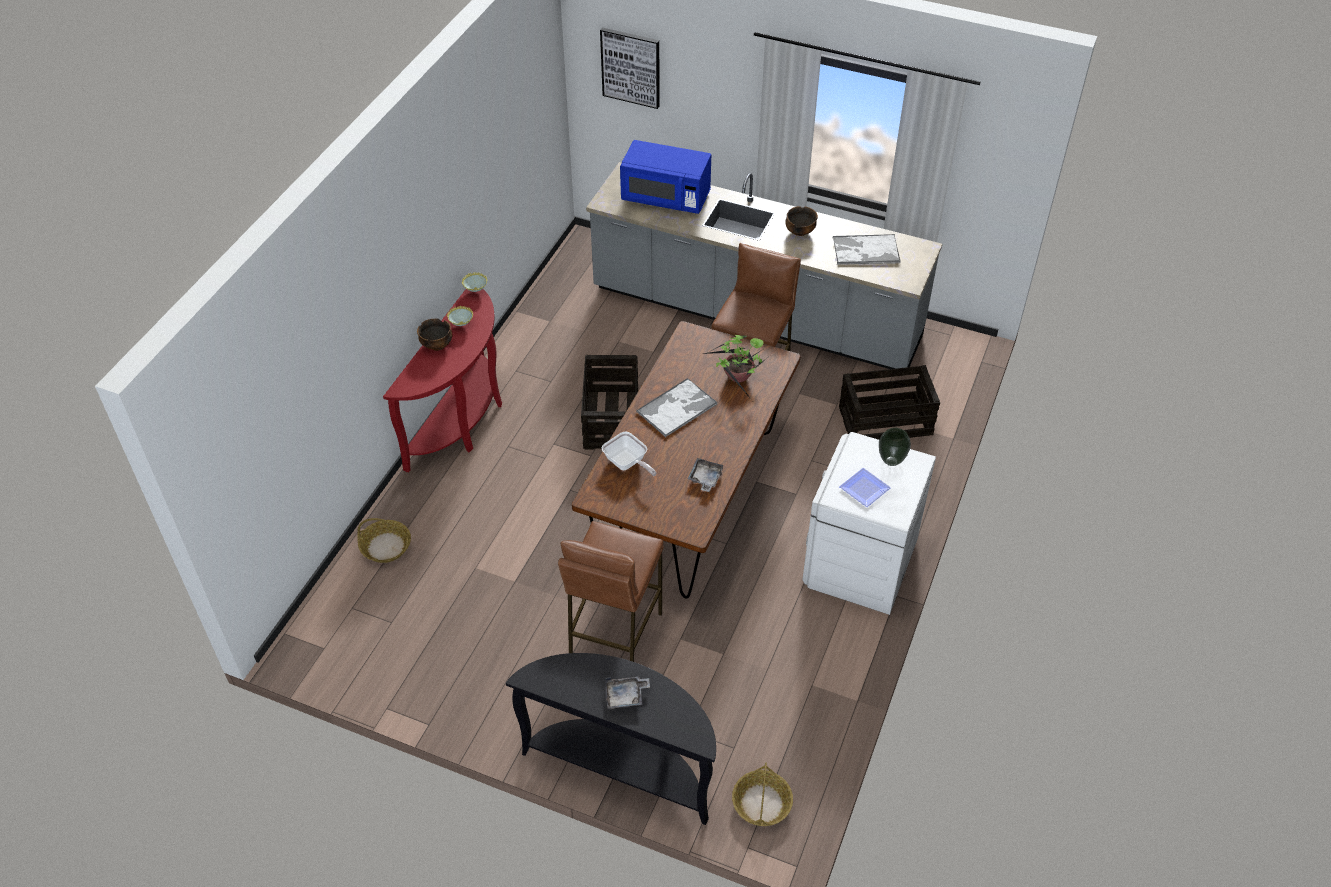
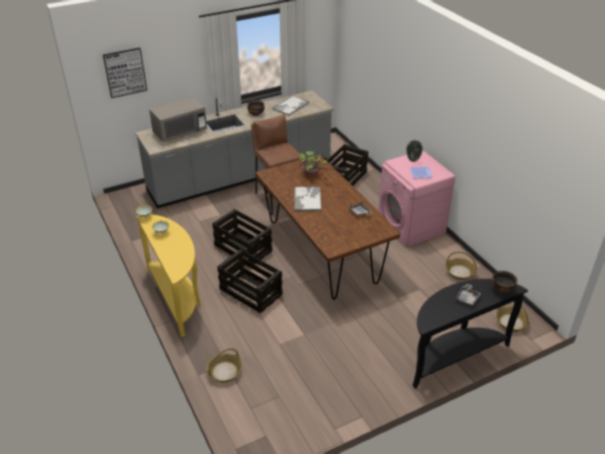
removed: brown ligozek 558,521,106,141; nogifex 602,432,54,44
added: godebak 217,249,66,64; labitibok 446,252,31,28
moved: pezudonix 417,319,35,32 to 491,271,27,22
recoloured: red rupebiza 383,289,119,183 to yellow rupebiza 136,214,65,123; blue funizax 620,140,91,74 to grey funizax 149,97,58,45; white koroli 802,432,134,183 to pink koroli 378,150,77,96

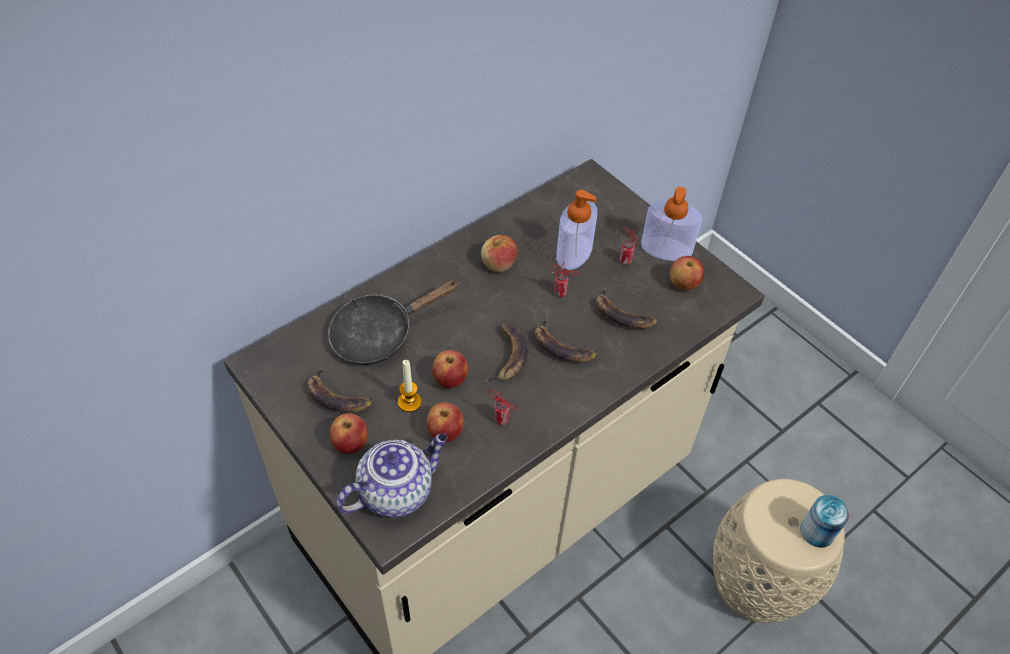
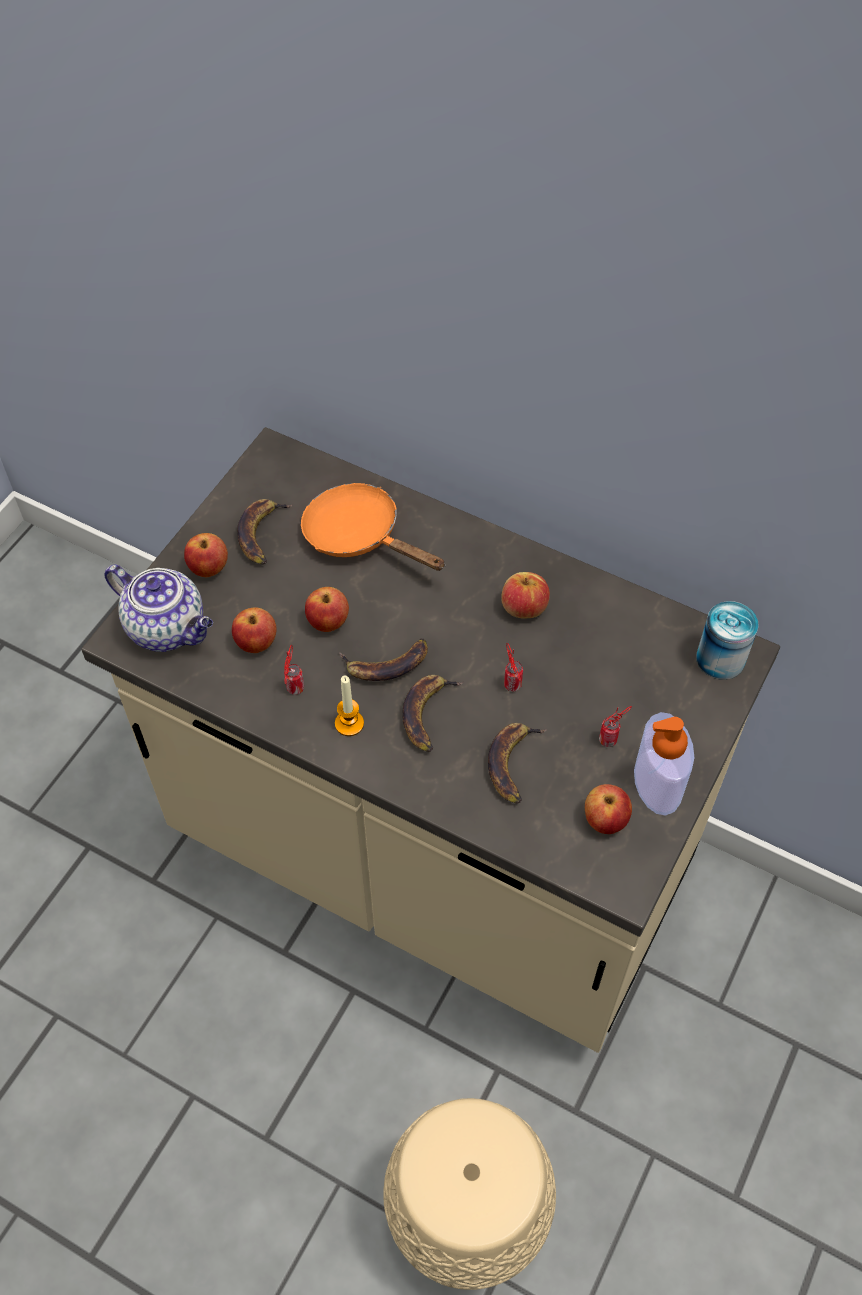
removed: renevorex 556,190,41,80
moved: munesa 398,360,24,52 to 335,675,29,61; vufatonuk 800,495,50,53 to 696,601,63,79
recoloured: black nogifex 328,280,132,85 to orange nogifex 301,483,145,88

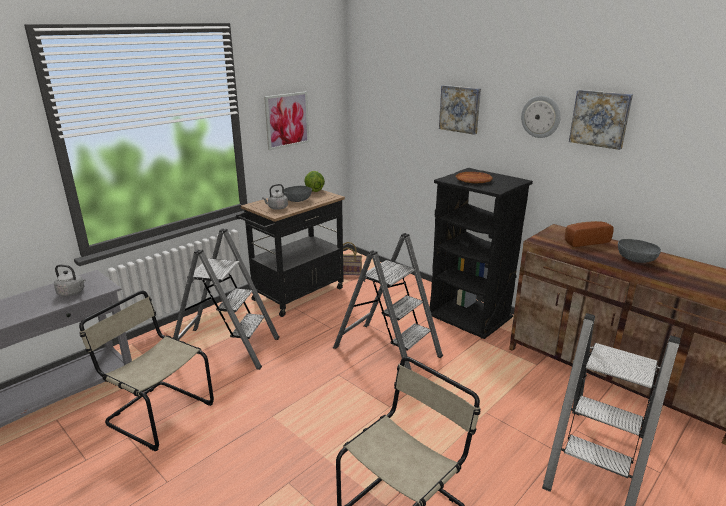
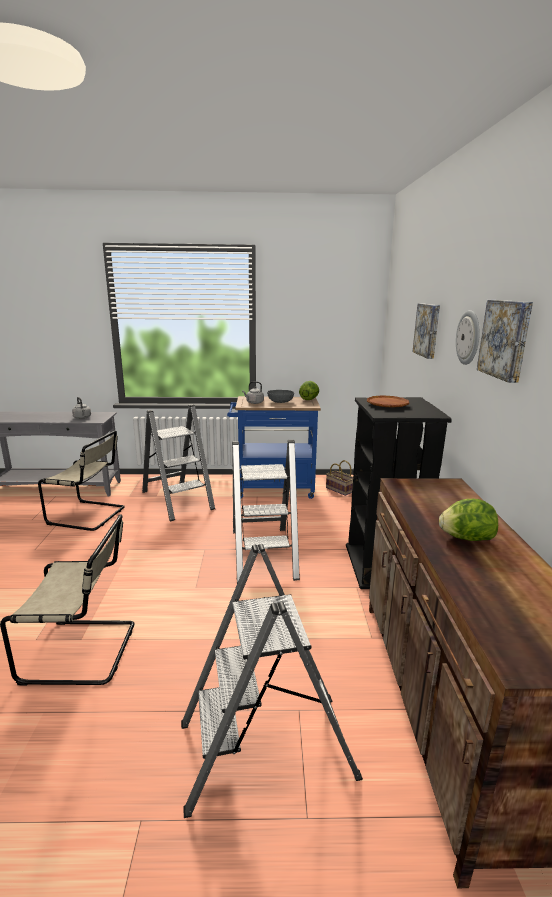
removed: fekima 264,92,45,58; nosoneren 565,221,49,26
replaced: grey pezudonix 618,239,43,24 to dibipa 439,499,59,42
recoloured: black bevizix 236,190,109,127 to blue bevizix 227,396,94,103
turned: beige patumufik 79,291,135,160 = 38,431,87,100 120 degrees clockwise

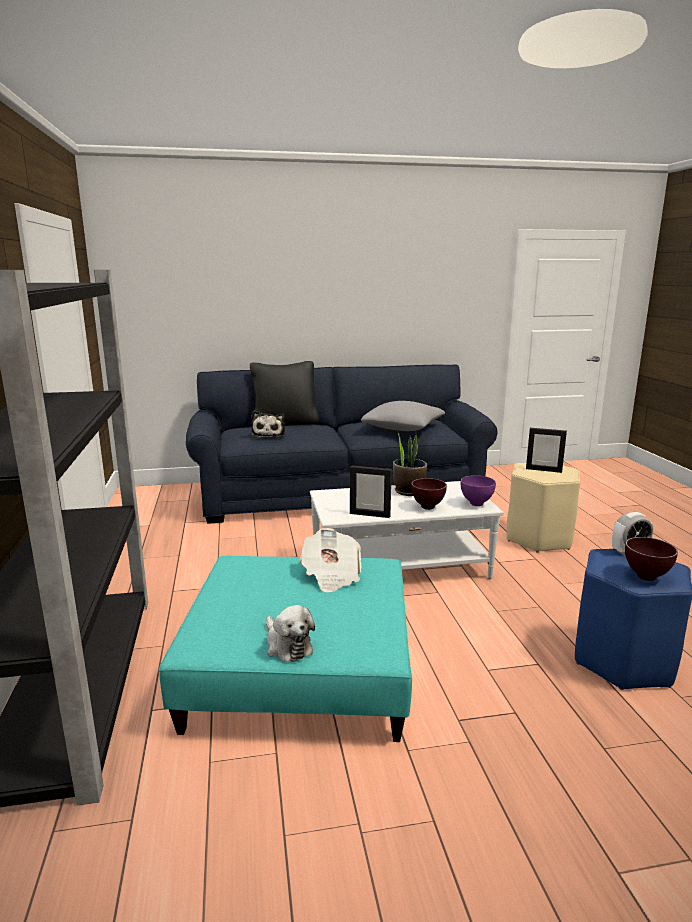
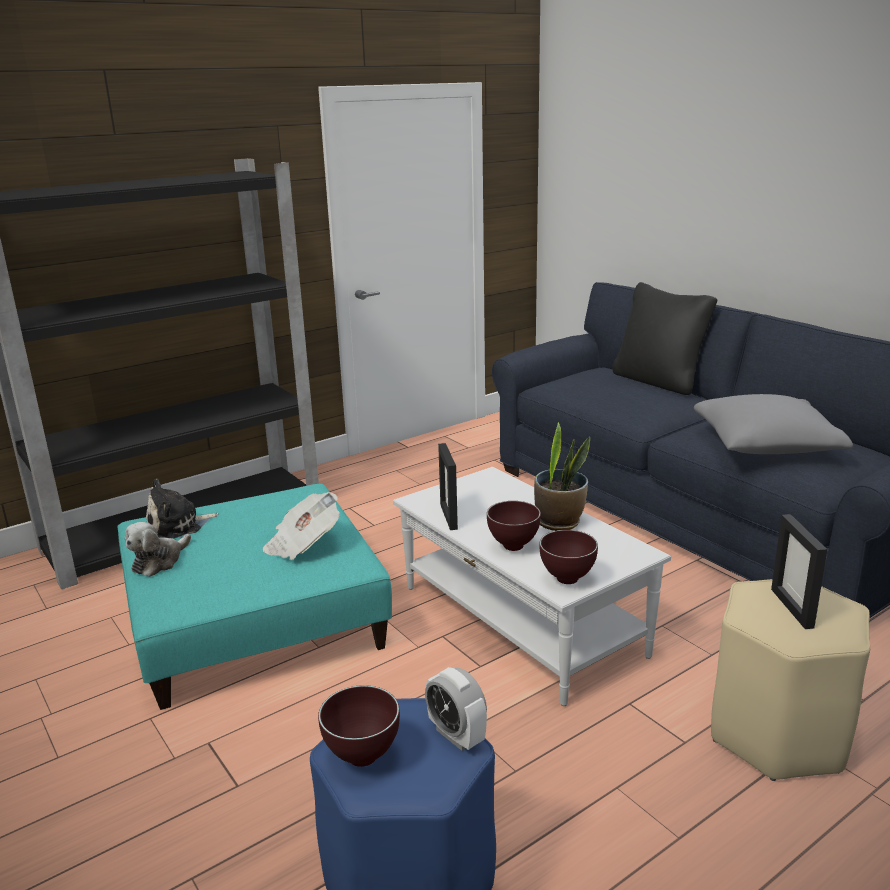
moved: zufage 251,410,34,28 to 146,479,73,60
recoloured: purple pezudonix 461,475,35,31 to brown pezudonix 539,530,59,54

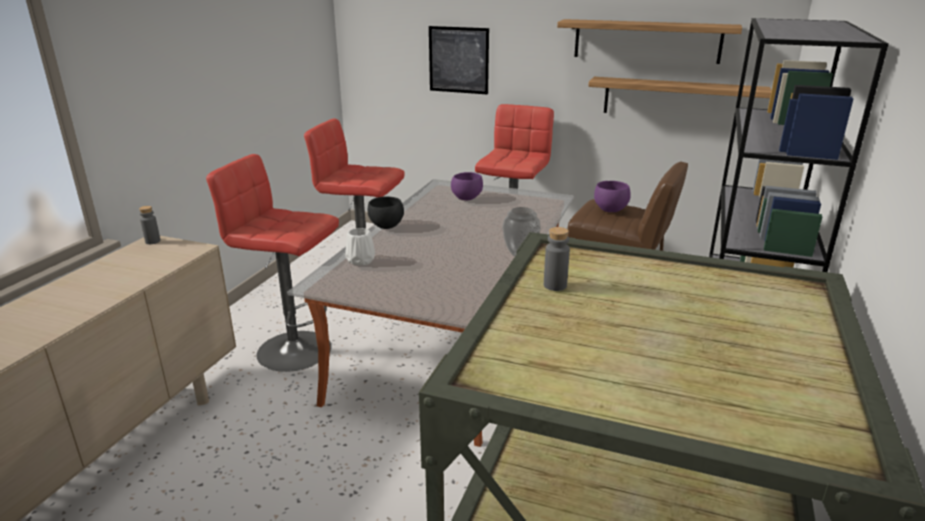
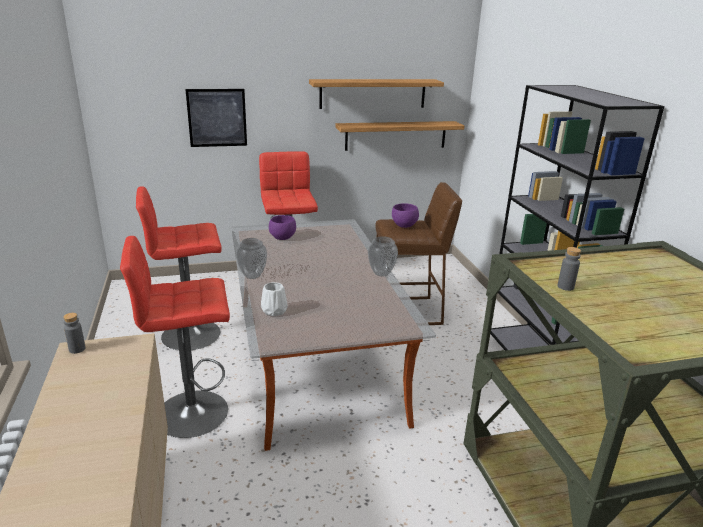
replaced: black pezudonix 368,197,36,32 to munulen 236,238,31,41

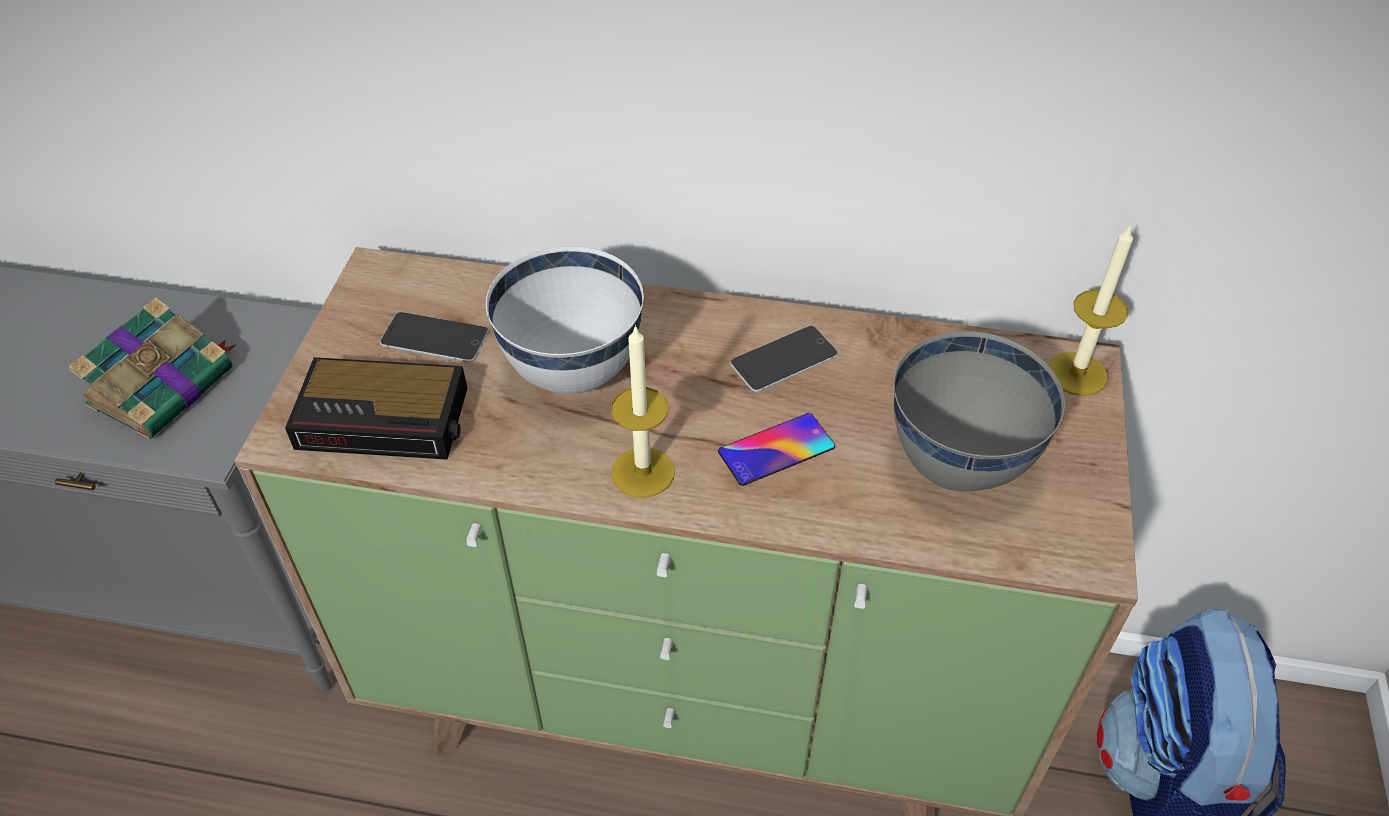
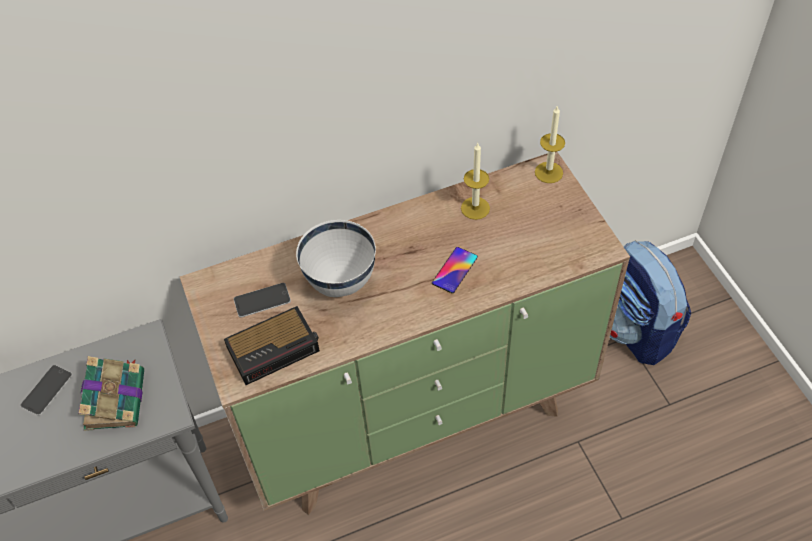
removed: grey pezudonix 893,331,172,160
moved: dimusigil 730,326,108,66 to 20,365,53,51; munesa 611,325,64,173 to 461,143,29,77

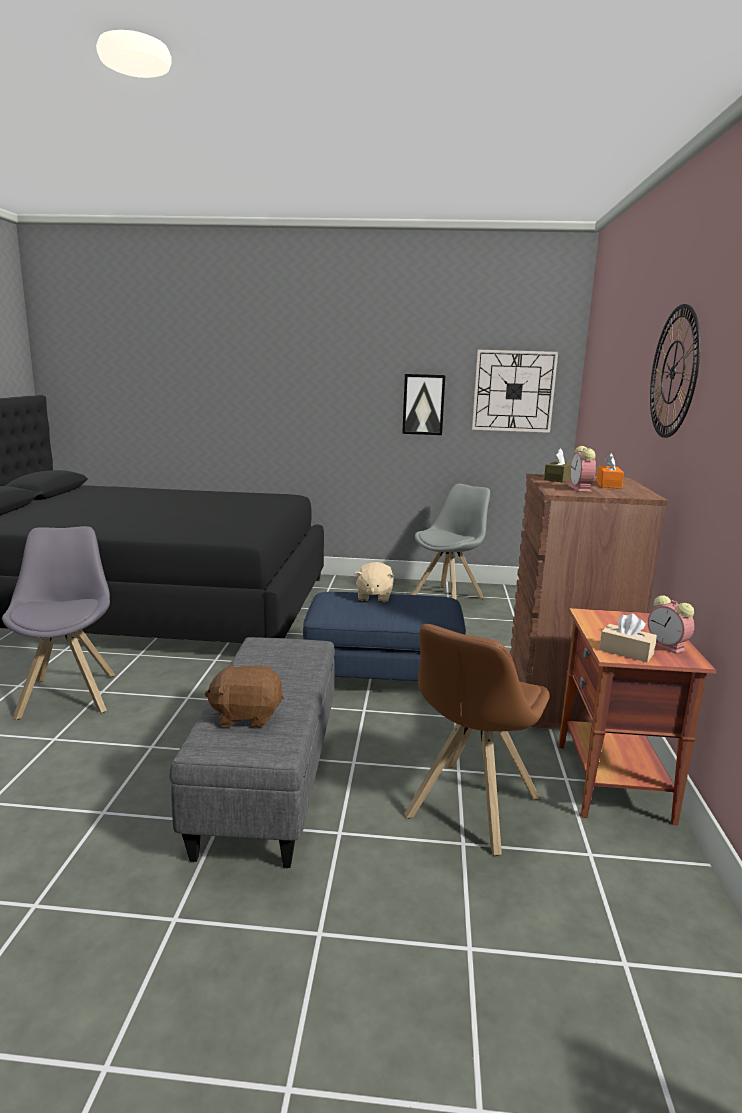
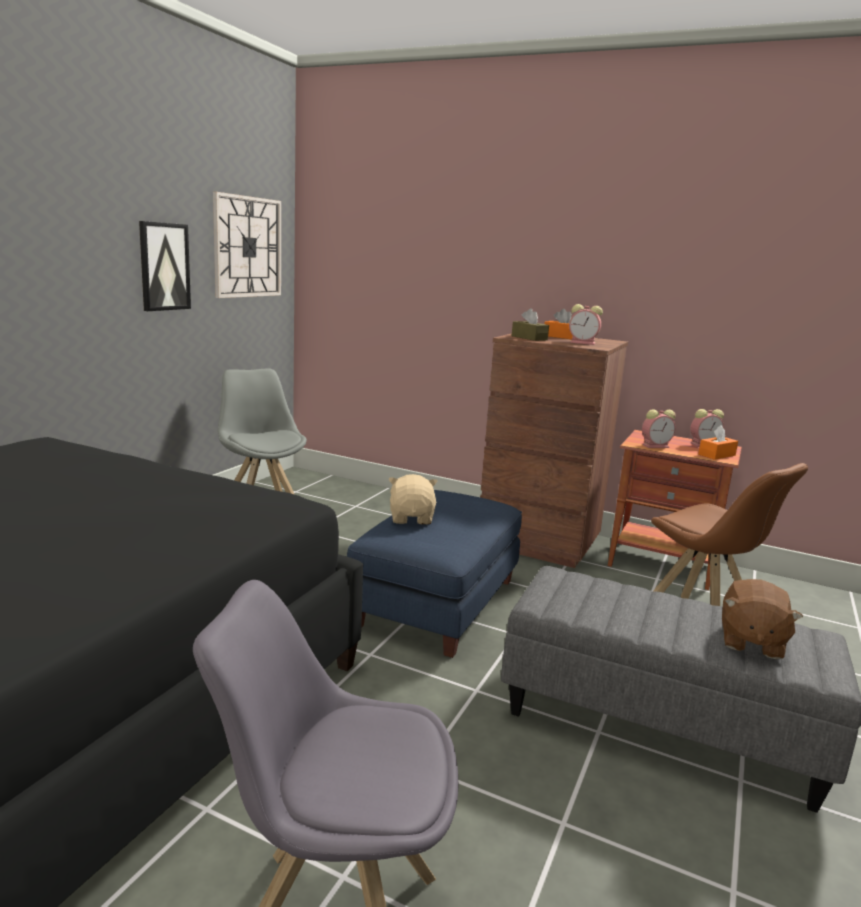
removed: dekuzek 650,304,50,134
added: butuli 642,409,34,39
recoloured: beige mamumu 599,613,58,49 to orange mamumu 698,425,40,35
turned: beige zufage 354,562,40,40 = 389,474,48,51 120 degrees counterclockwise

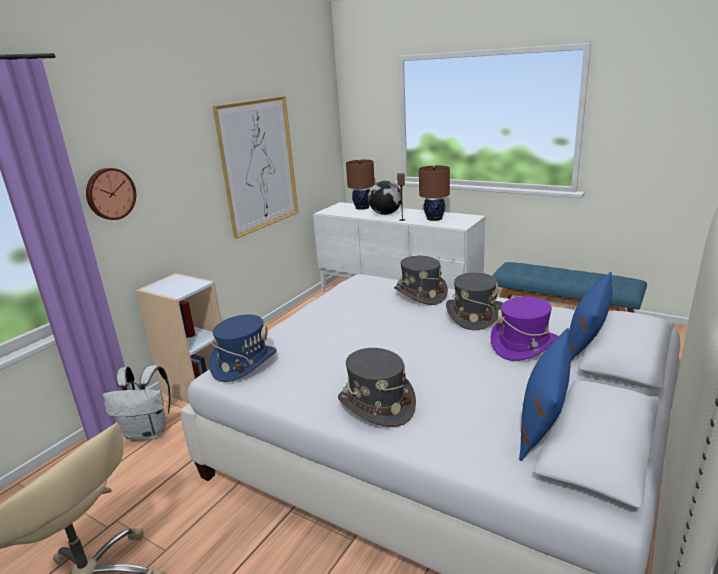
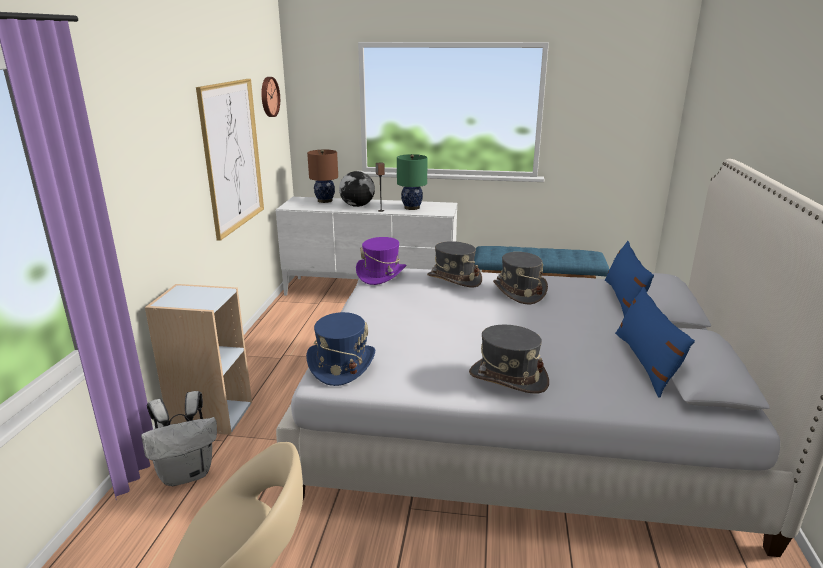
moved: dekuzek 86,168,50,52 to 261,77,19,40; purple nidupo 491,296,67,65 to 356,237,50,48
recoloured: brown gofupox 419,165,31,56 to green gofupox 397,154,31,56

